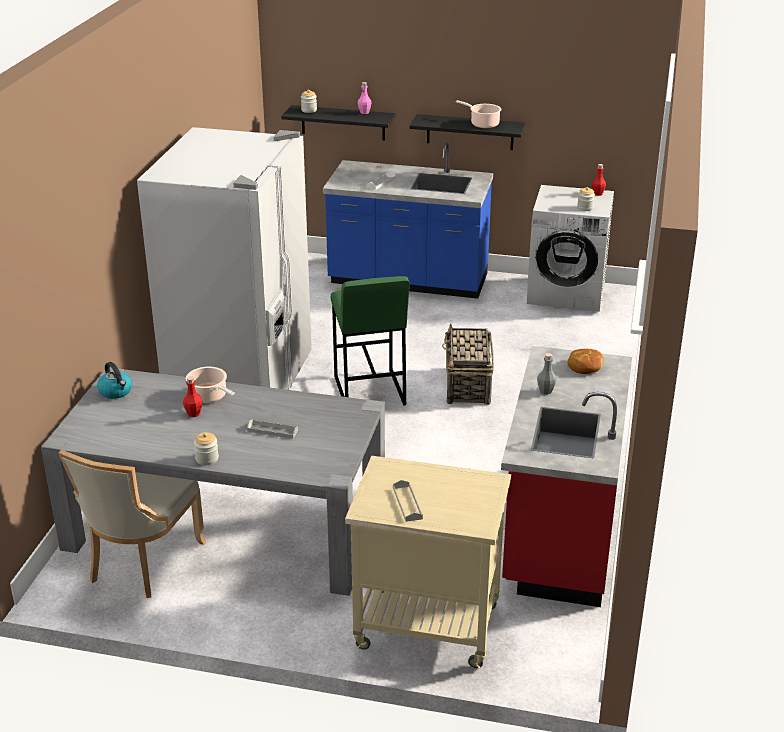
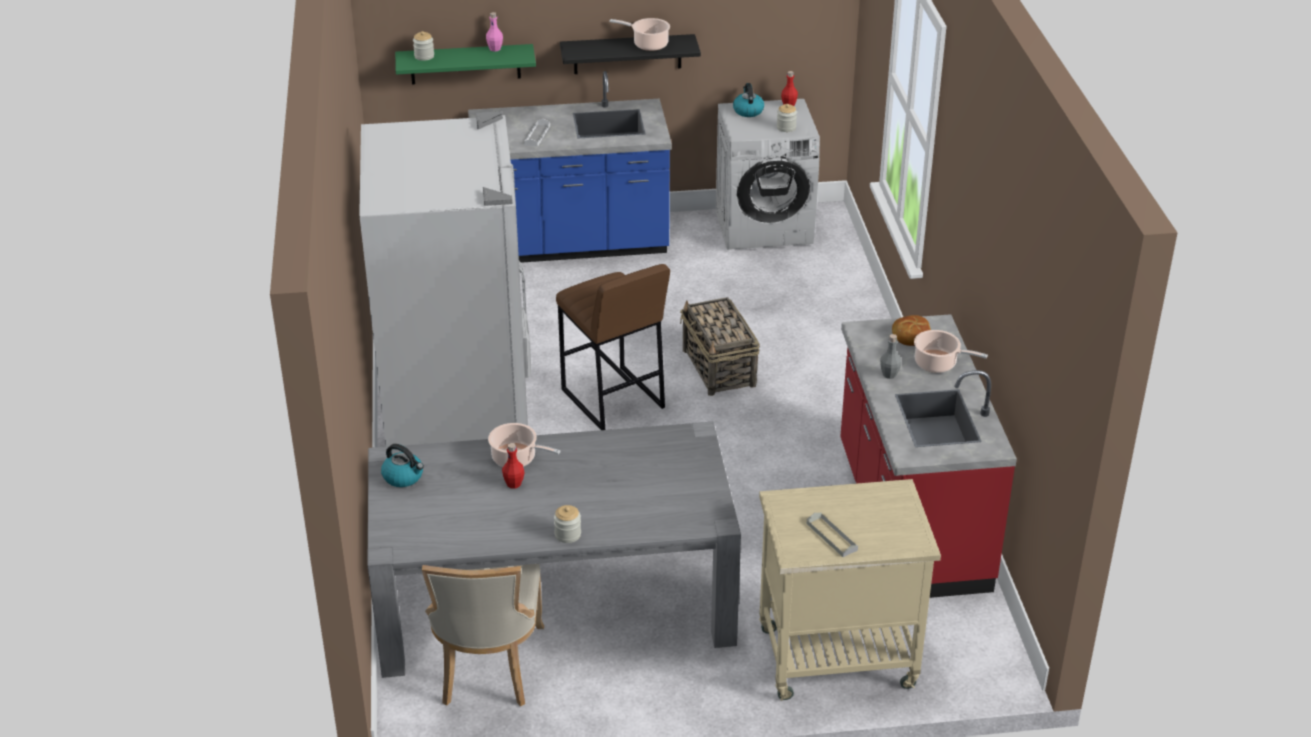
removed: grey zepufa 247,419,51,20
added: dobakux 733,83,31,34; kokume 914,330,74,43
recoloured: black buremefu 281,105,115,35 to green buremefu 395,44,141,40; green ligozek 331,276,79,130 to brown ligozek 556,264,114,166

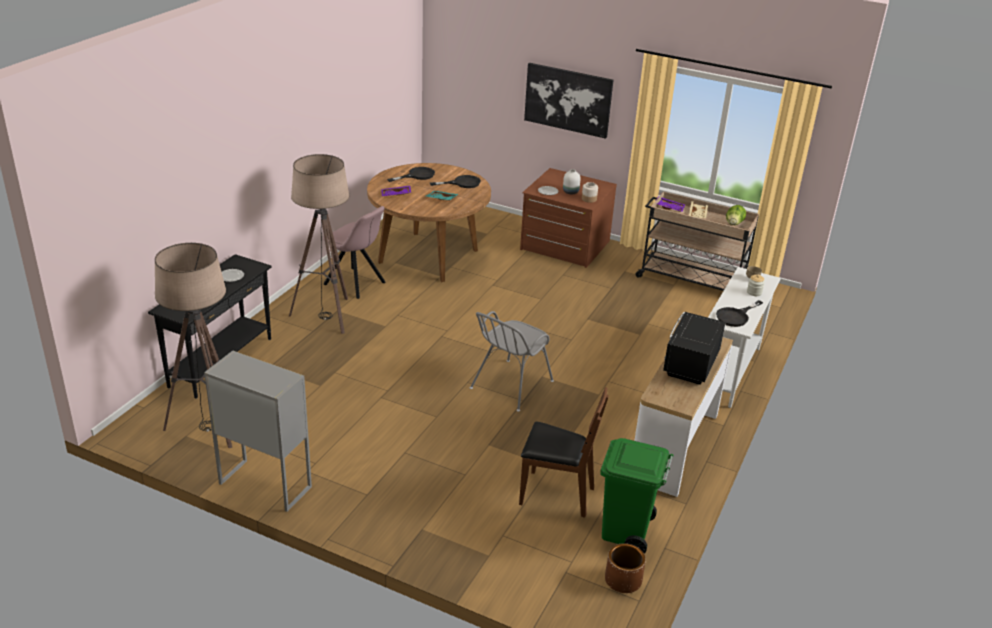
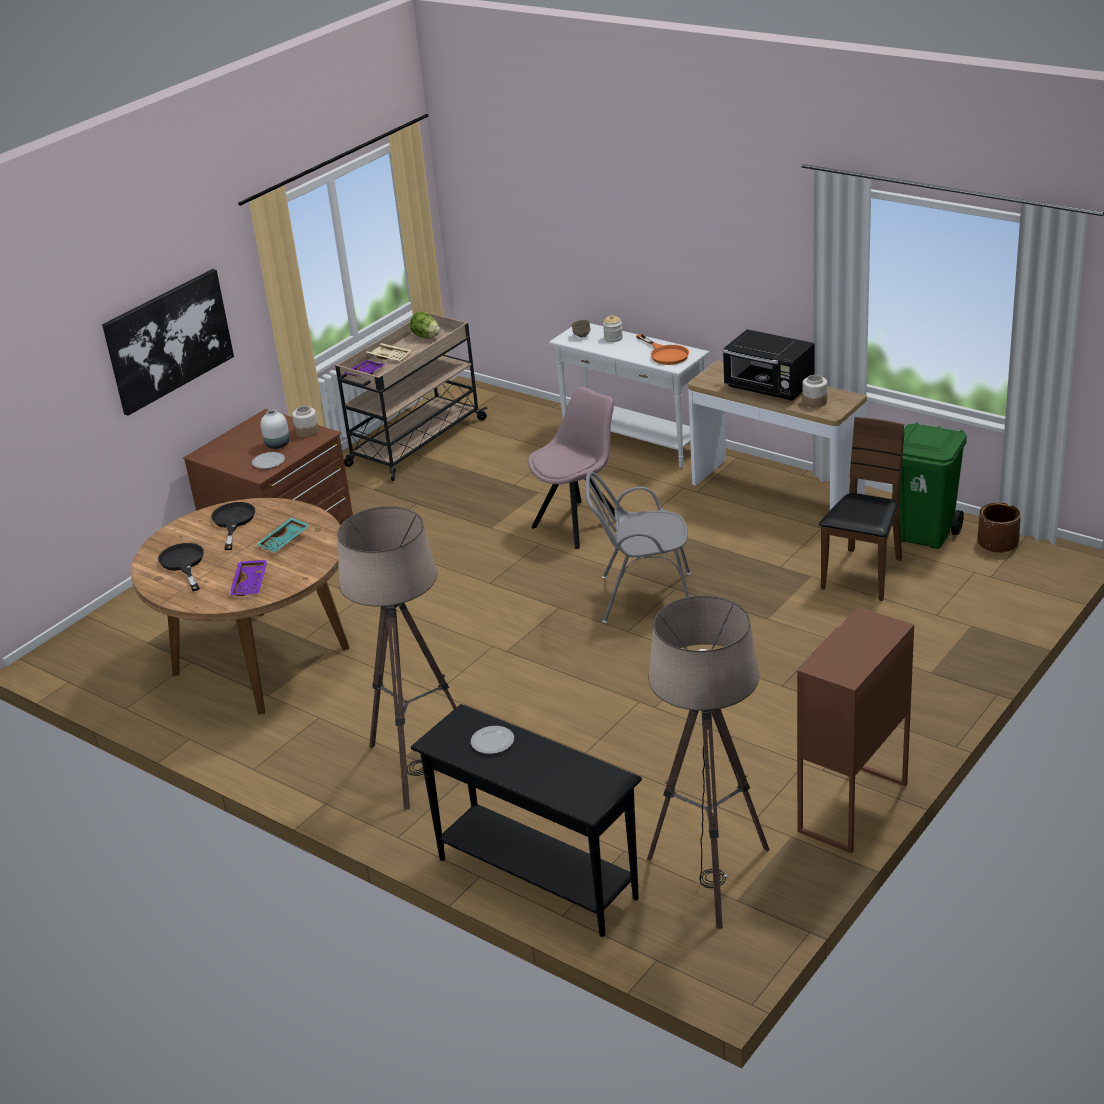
added: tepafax 803,375,24,32
moved: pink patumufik 323,206,62,93 to 528,387,87,162
recoloured: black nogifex 716,300,47,27 to orange nogifex 636,334,53,31; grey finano 204,351,108,161 to brown finano 797,607,117,247
turned: grey patumufik 470,311,84,101 = 585,471,106,152 135 degrees clockwise

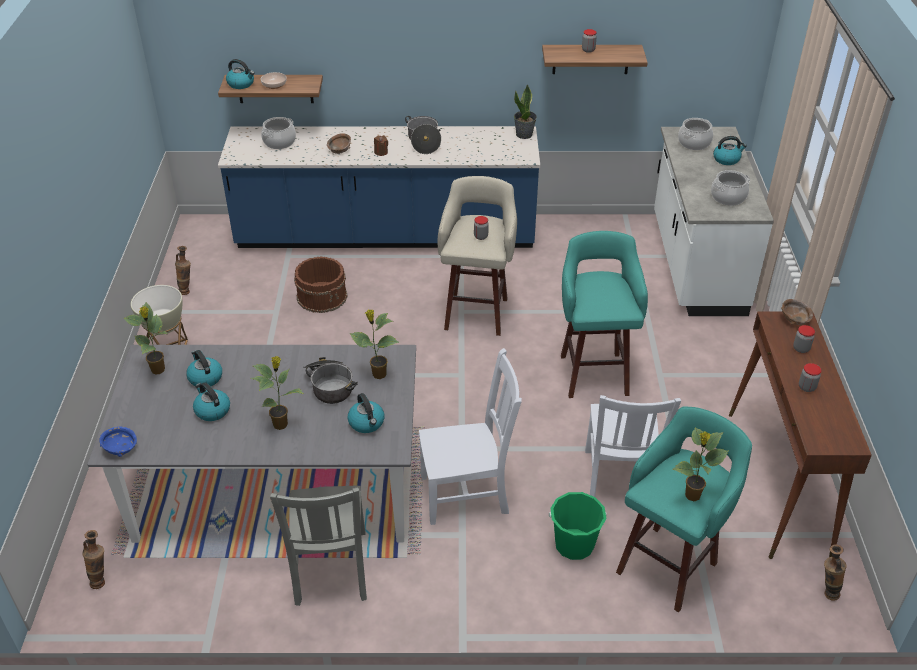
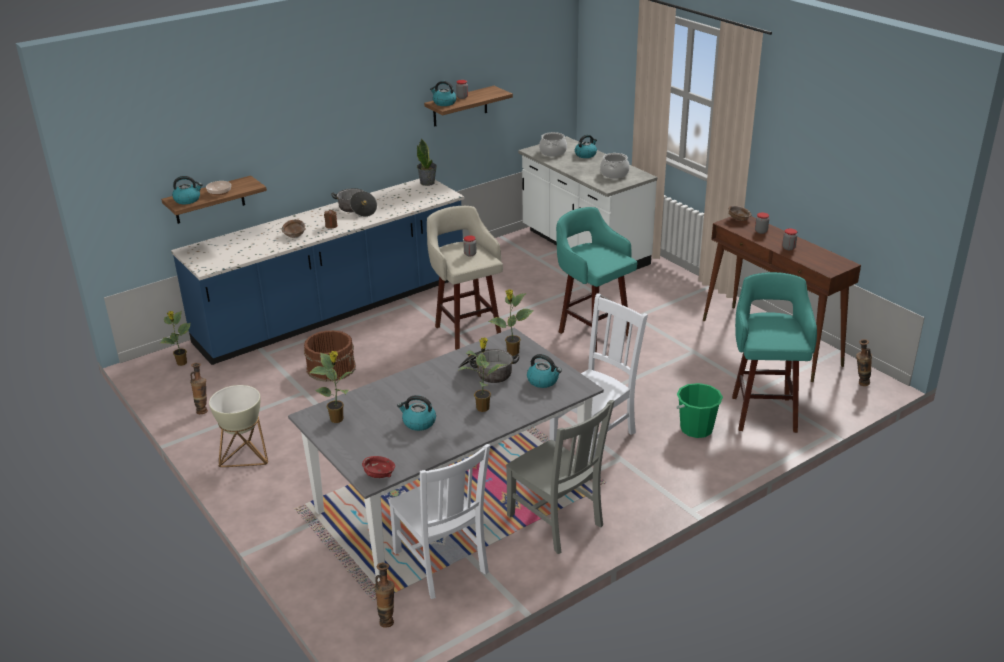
removed: kokume 261,117,35,32
moved: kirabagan 672,428,56,73 to 160,311,31,55; white patumufik 585,395,96,102 to 388,444,102,155; dobakux 186,350,36,36 to 430,81,26,25
recoloured: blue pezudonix 99,427,38,30 to red pezudonix 362,456,33,22

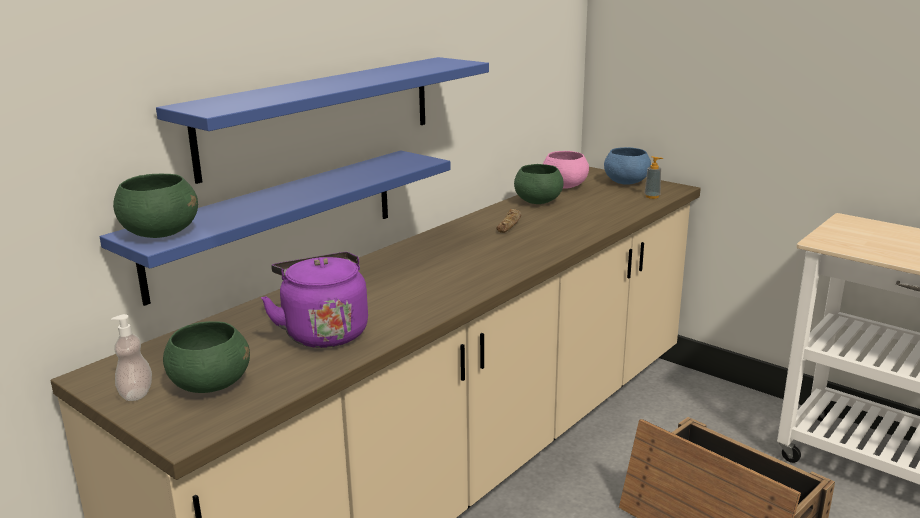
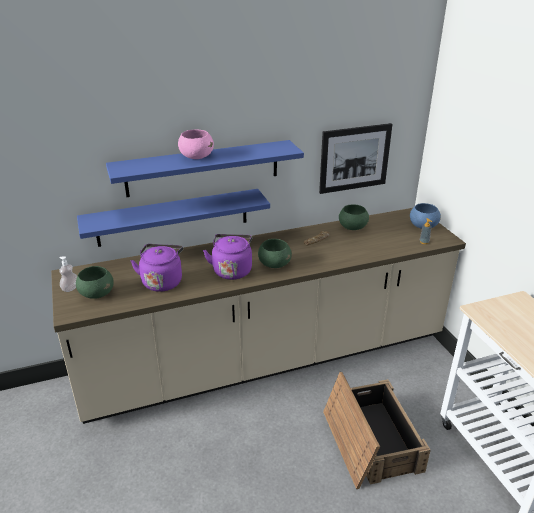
added: purple dobakux 203,234,49,46; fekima 319,123,74,71
moved: pink pezudonix 543,151,46,38 to 178,129,36,30; green pezudonix 113,174,85,64 to 258,239,34,29

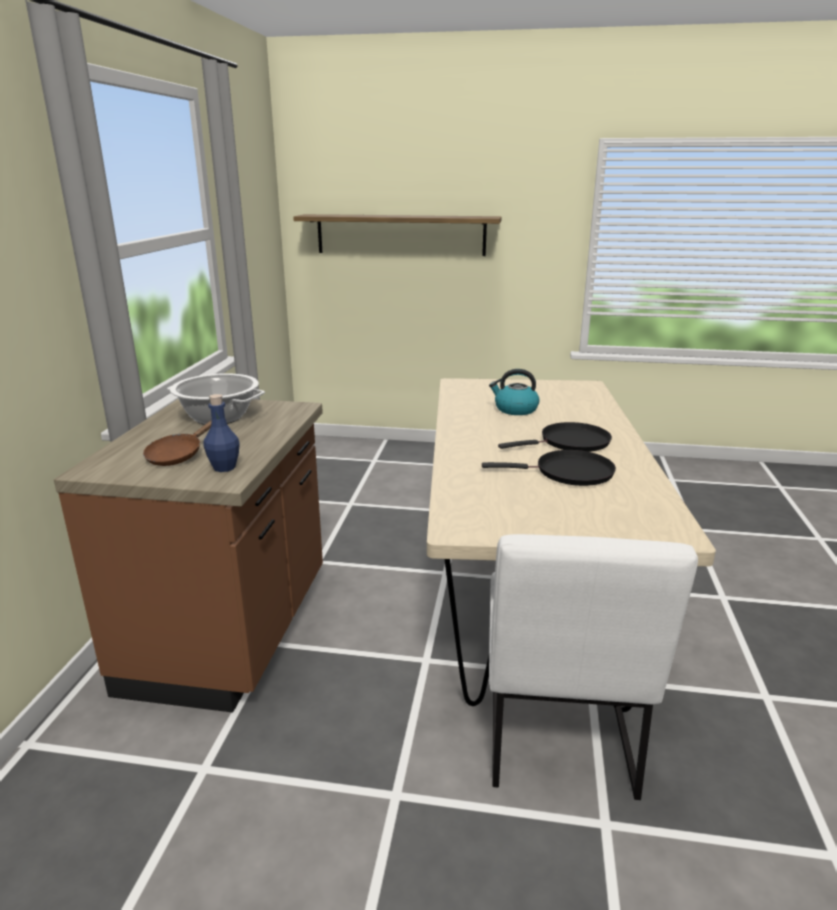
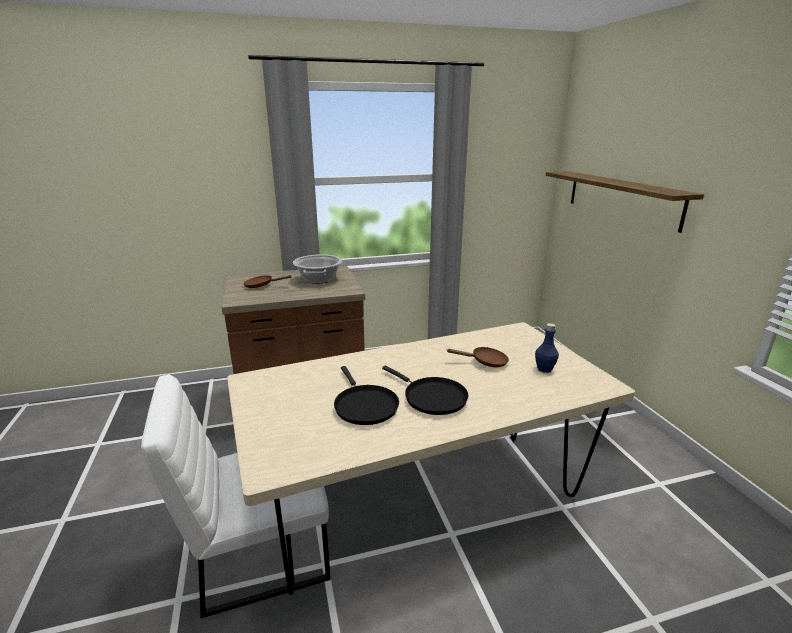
moved: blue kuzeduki 203,394,37,78 to 535,323,24,50
replaced: dobakux 489,369,51,46 to brown nogifex 447,347,62,20

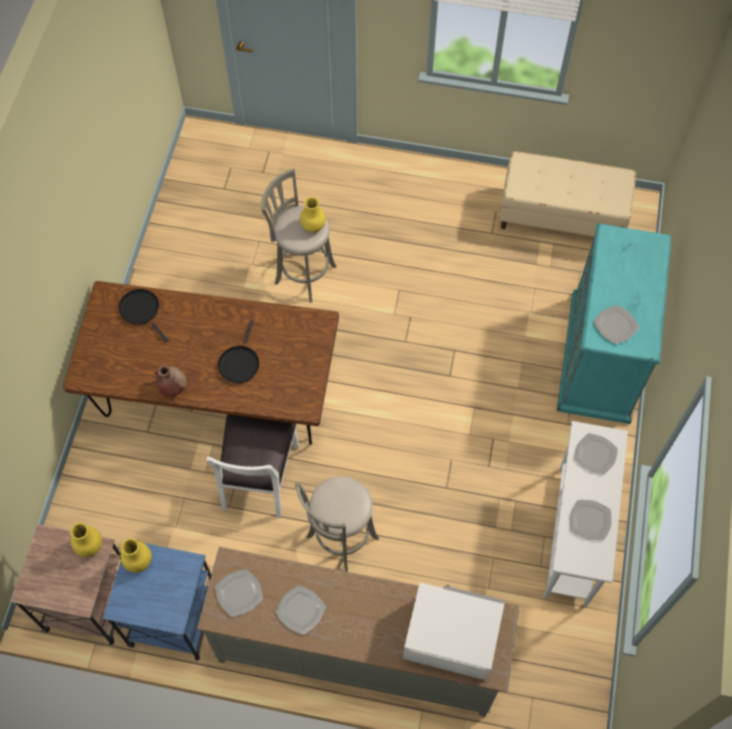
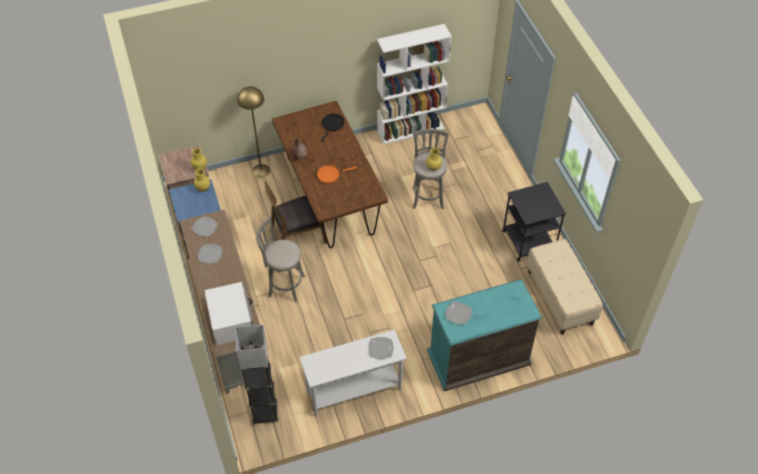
removed: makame 570,500,42,40
added: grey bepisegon 235,325,43,99; yellow bepisegon 237,86,33,92; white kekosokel 377,24,75,120; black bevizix 502,182,64,80
recoloured: white patumufik 207,414,92,104 to brown patumufik 264,181,63,63; black nogifex 218,320,41,63 to orange nogifex 317,165,40,19

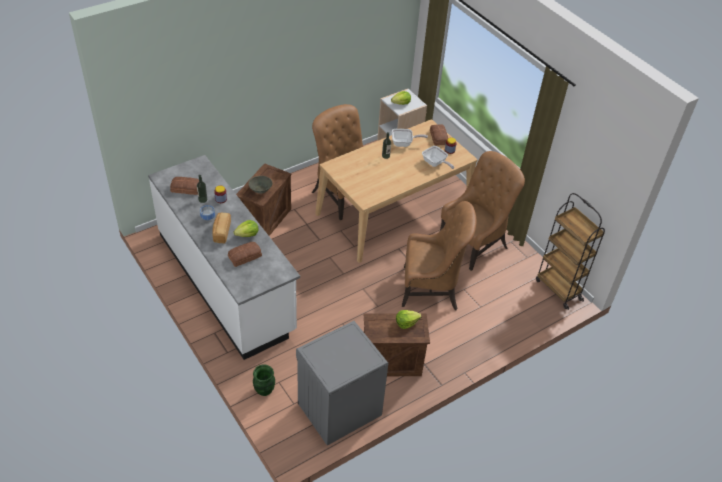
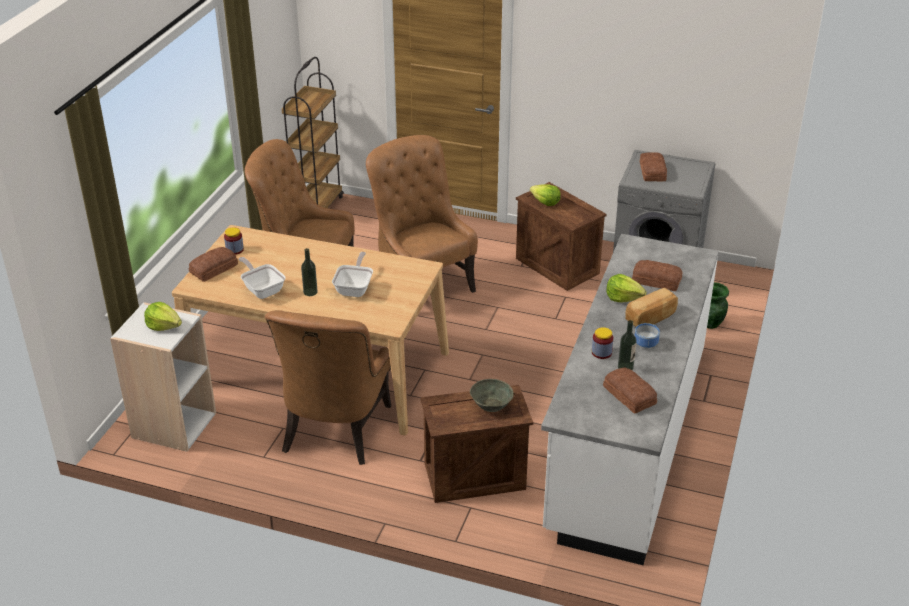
added: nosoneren 640,152,27,29
moved: nogifex 422,146,32,23 to 332,252,41,45

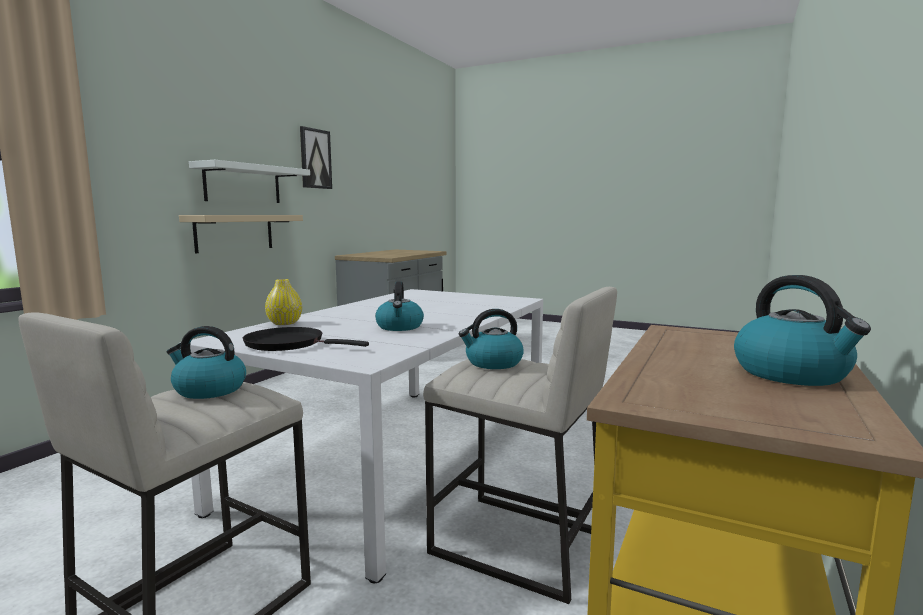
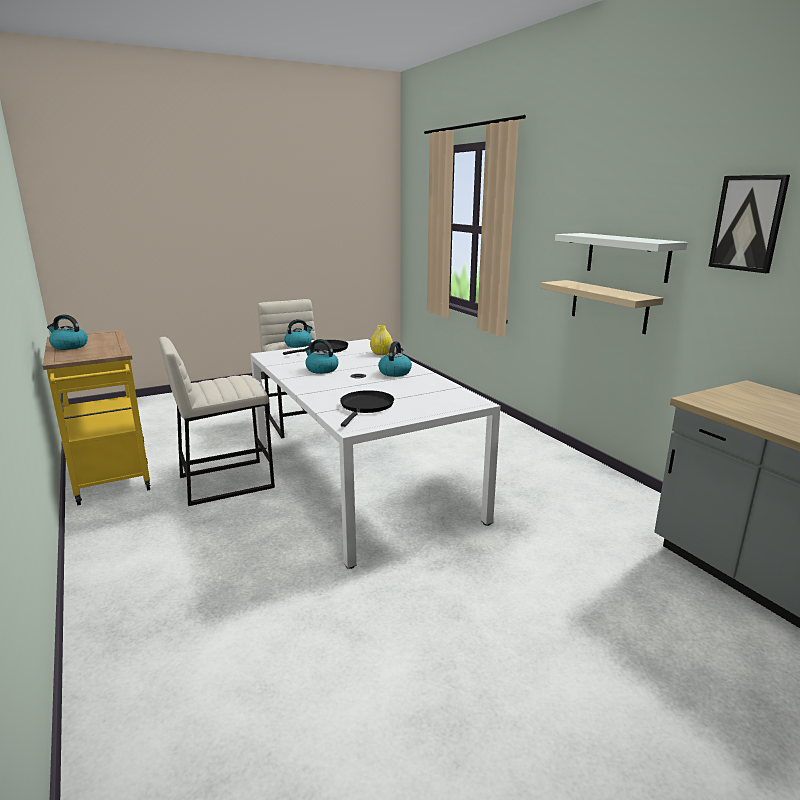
added: black nogifex 340,390,54,37
moved: dobakux 459,309,65,60 to 378,341,34,36

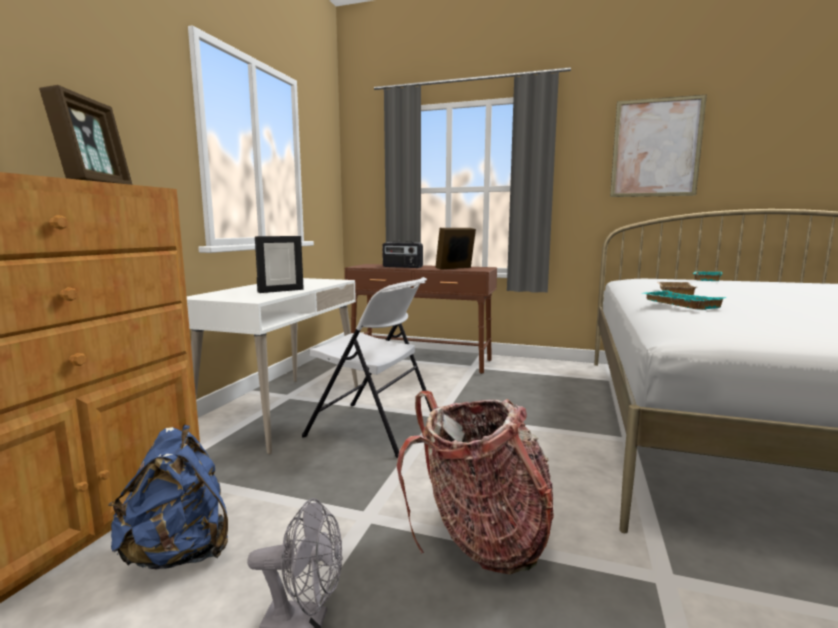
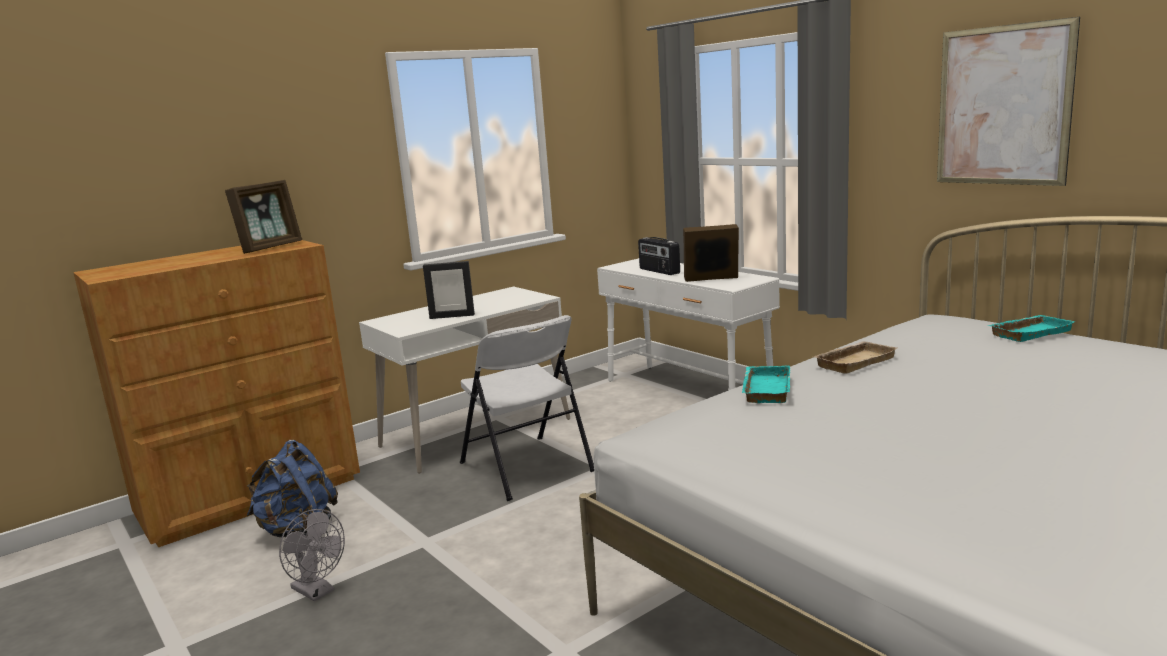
removed: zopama 397,391,157,183
recoloured: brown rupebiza 344,264,153,110 to white rupebiza 597,258,183,133

